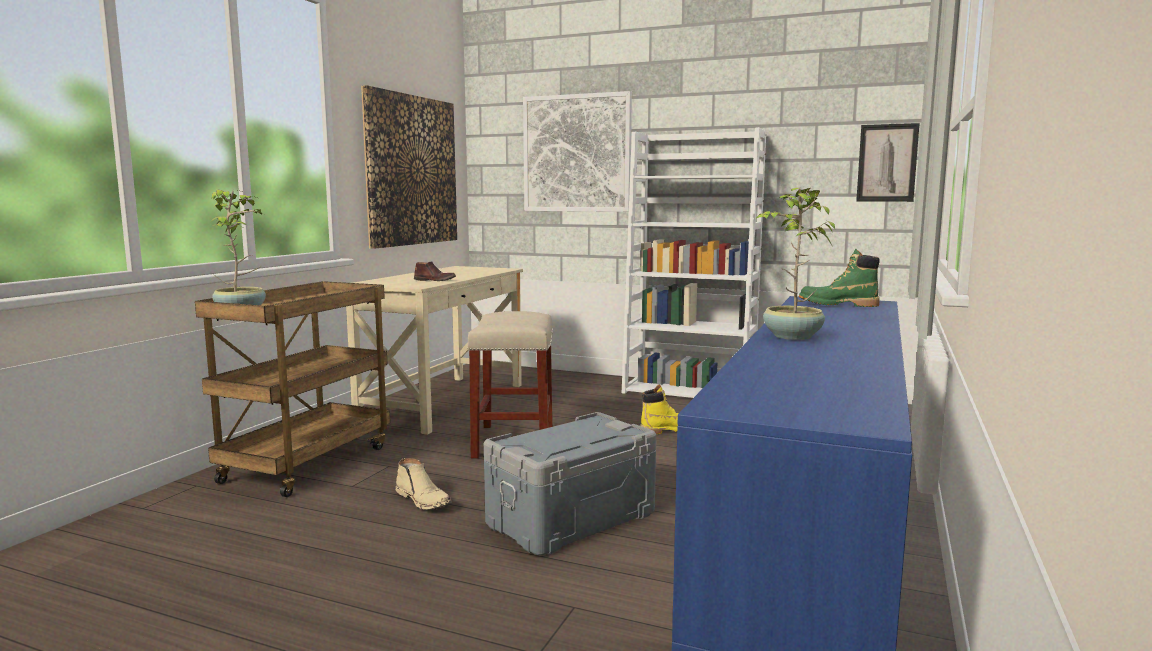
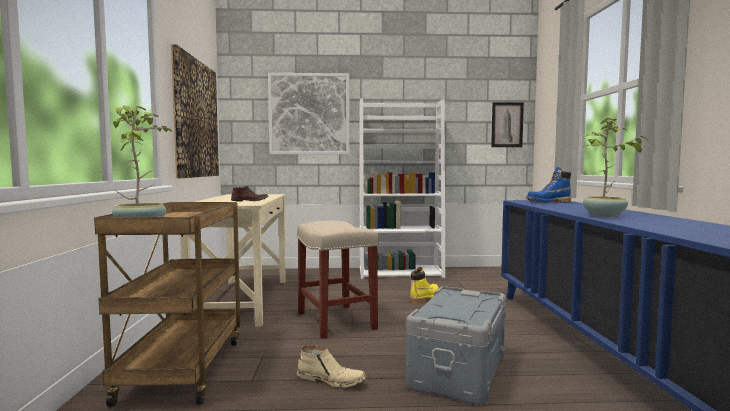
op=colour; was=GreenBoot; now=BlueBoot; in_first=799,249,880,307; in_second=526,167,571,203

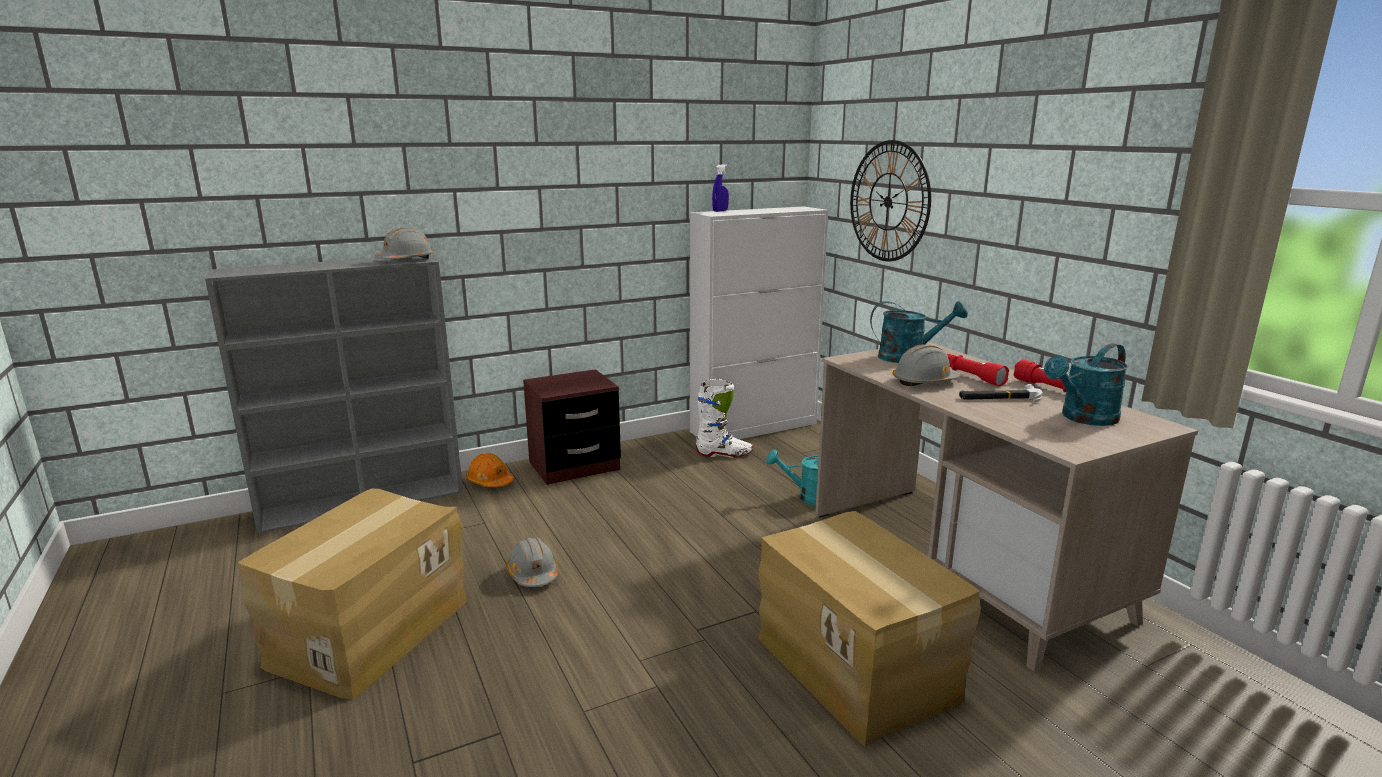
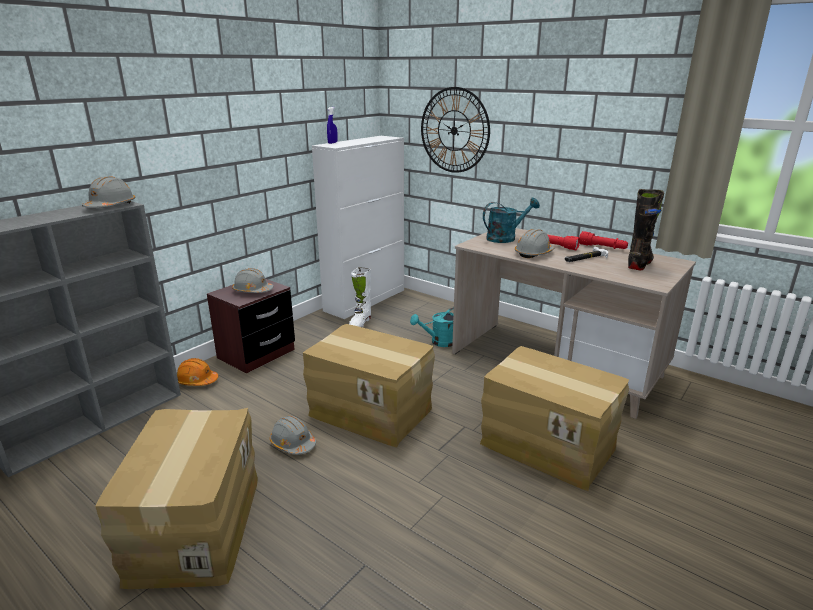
op=appeared; now=GreyHardHat; in_second=232,268,274,293
op=appeared; now=CardboardBox; in_second=303,324,435,447
op=spun; was=WhiteBoot; in_first=696,379,753,458; in_second=349,268,371,327; clockwise=135
op=exchanged; was=TurquoiseWateringCan; now=BlackBoot; in_first=1044,343,1128,426; in_second=628,189,664,270

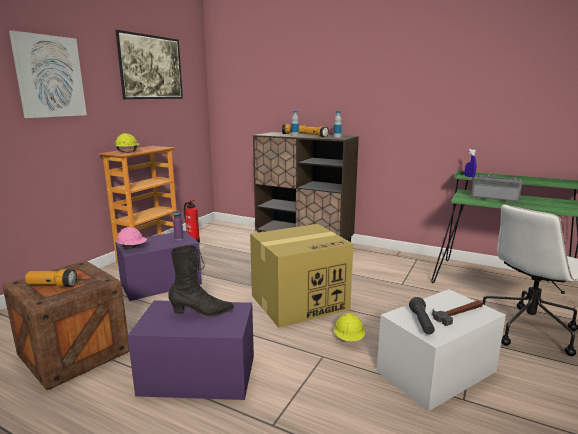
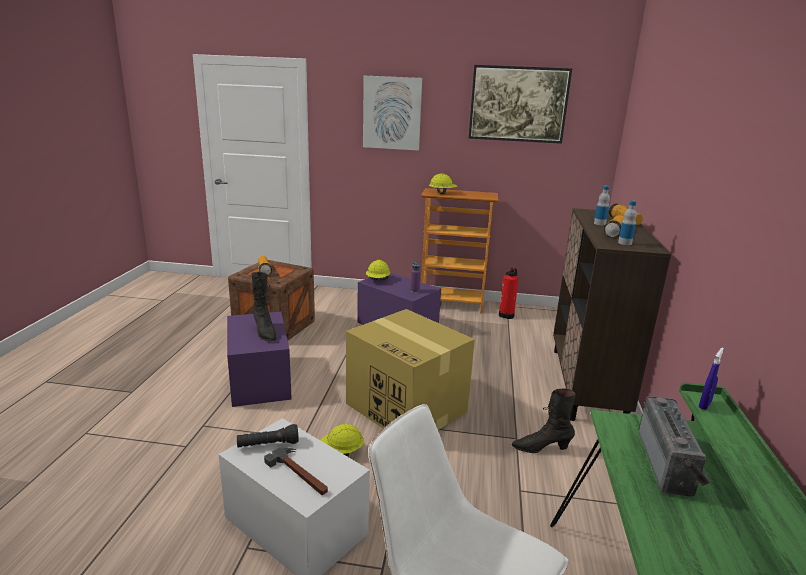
op=colour; was=PinkHardHat; now=YellowHardHat; in_first=116,227,147,249; in_second=366,260,390,280
op=appeared; now=BlackBoot; in_second=511,388,576,453

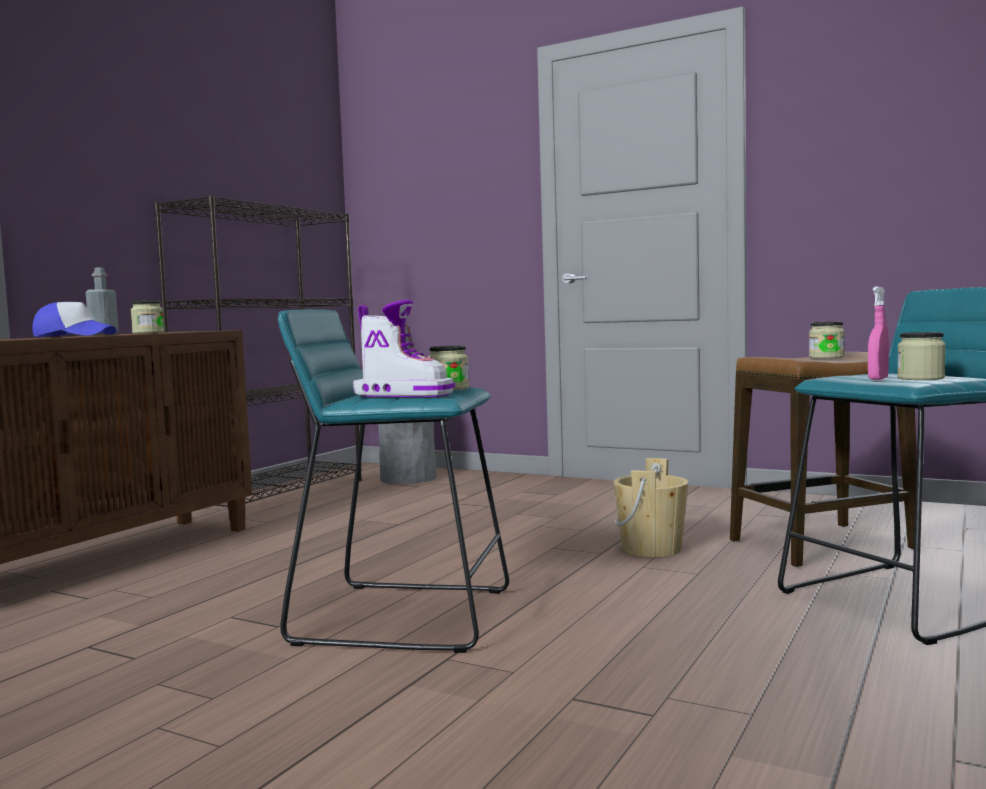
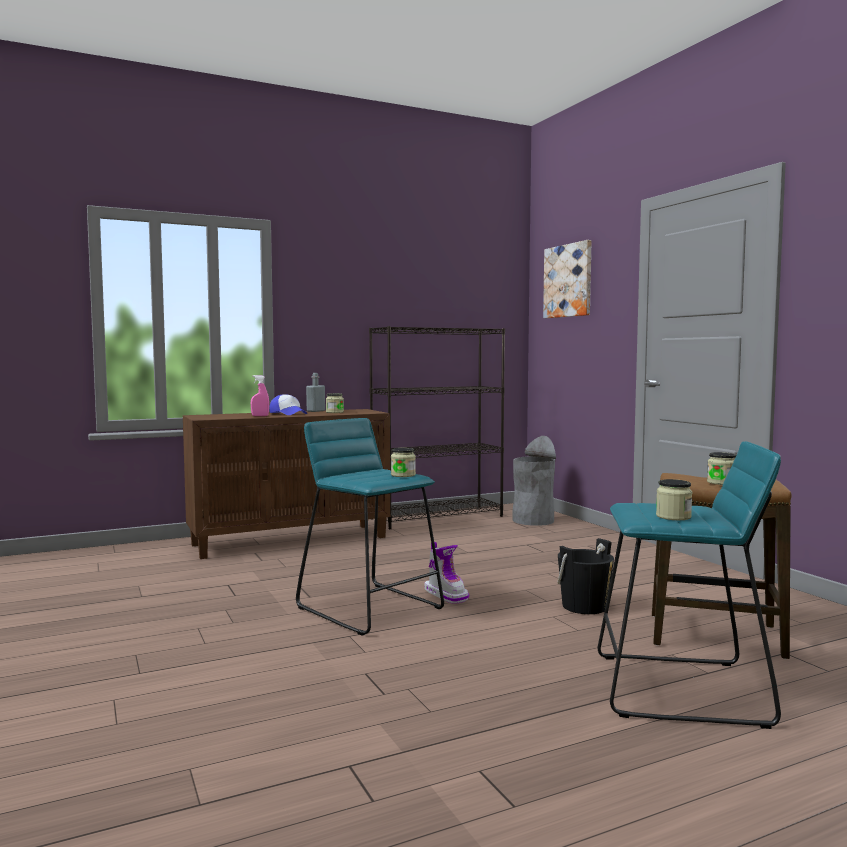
op=relocated; was=PinkSprayBottle; in_first=868,286,889,380; in_second=251,375,269,416
op=relocated; was=Boot; in_first=353,300,455,397; in_second=424,542,469,604
op=appeared; now=Picture; in_second=543,240,591,318
op=colour; was=BeigeBucket; now=BlackBucket; in_first=613,458,688,557; in_second=558,538,614,614

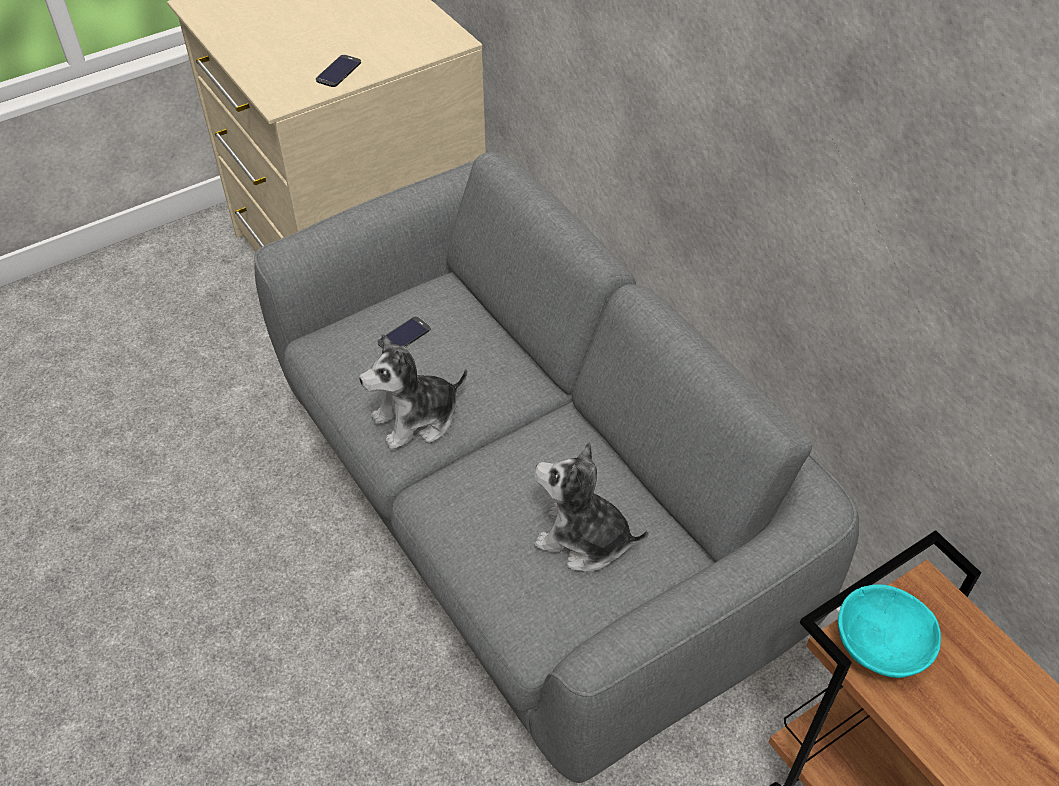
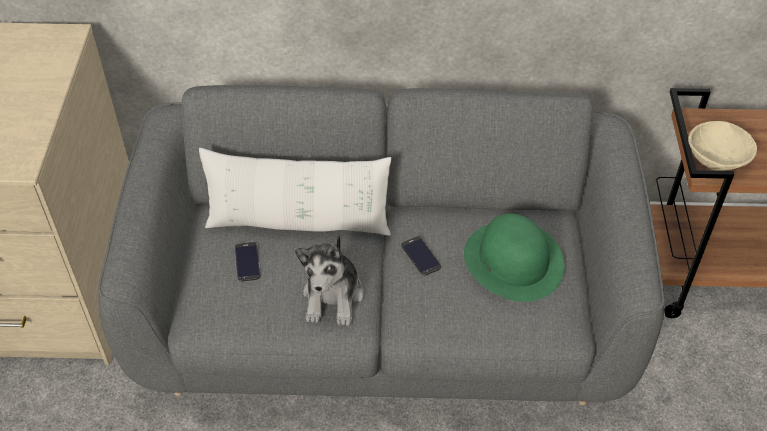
op=appeared; now=WhitePillow; in_second=199,148,391,236
op=relocated; was=Phone; in_first=316,55,361,87; in_second=401,236,441,276
op=exchanged; was=PlushToy; now=GreenHat; in_first=534,441,649,571; in_second=464,213,564,302
op=colour; was=TurquoiseBowl; now=BeigeBowl; in_first=838,584,941,678; in_second=688,121,757,171

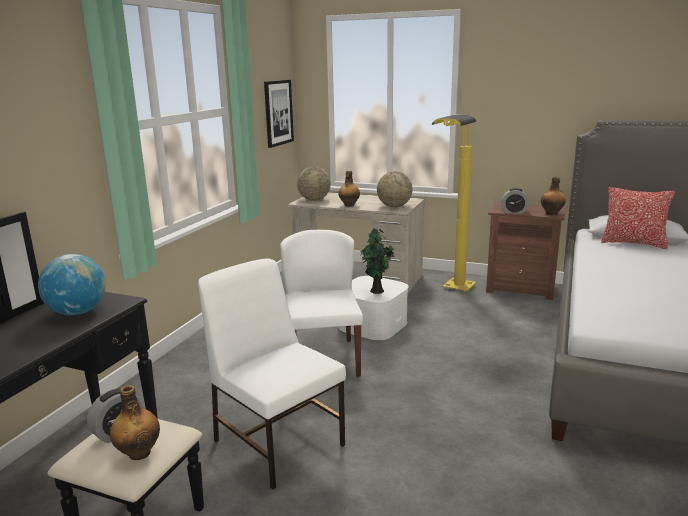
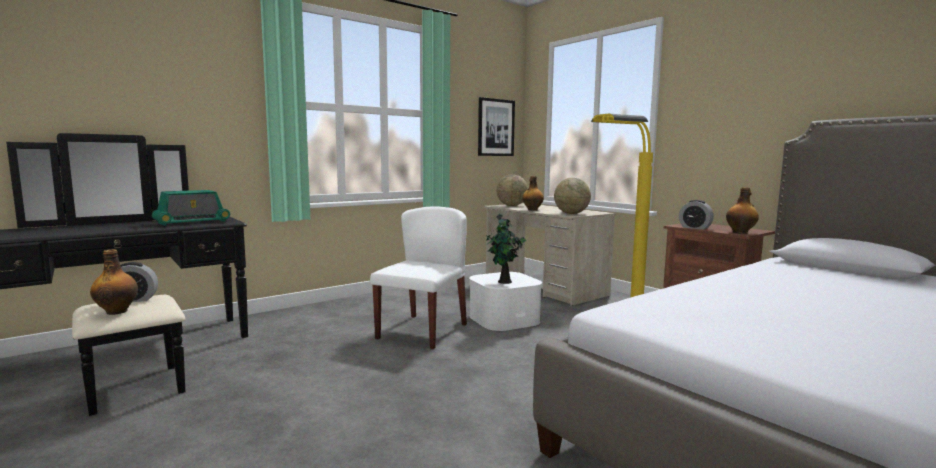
op=exchanged; was=Globe; now=Radio; in_first=38,254,106,315; in_second=152,190,230,226
op=missing; was=WhiteChair; in_first=198,258,346,489
op=missing; was=Pillow; in_first=601,187,675,249

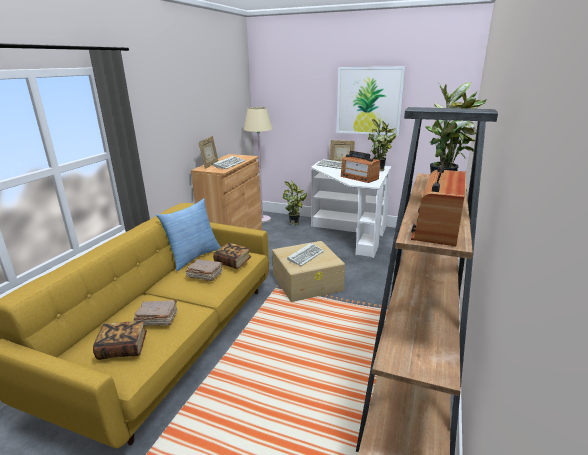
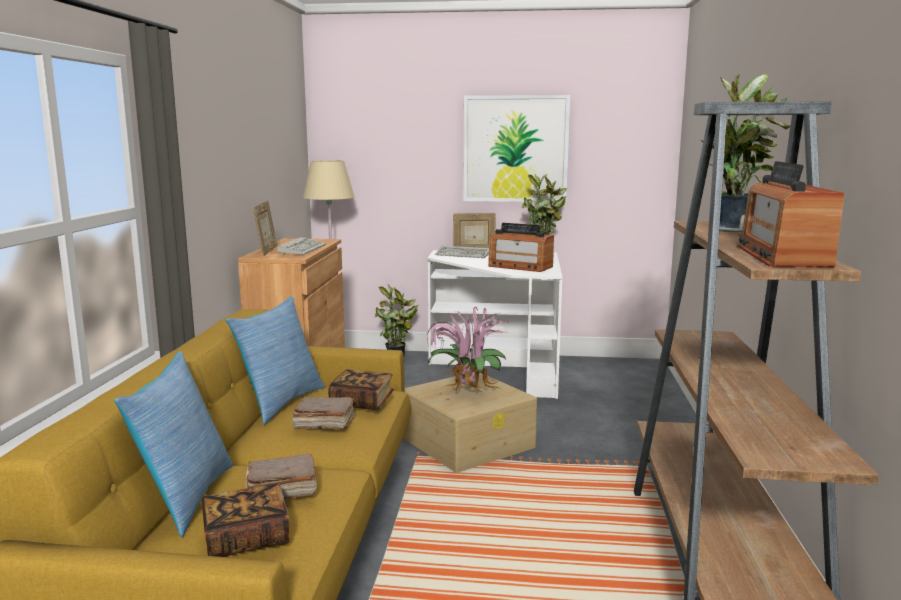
op=appeared; now=Pillow; in_second=114,351,233,537
op=exchanged; was=Keyboard; now=PottedPlant; in_first=287,243,324,266; in_second=427,307,510,393

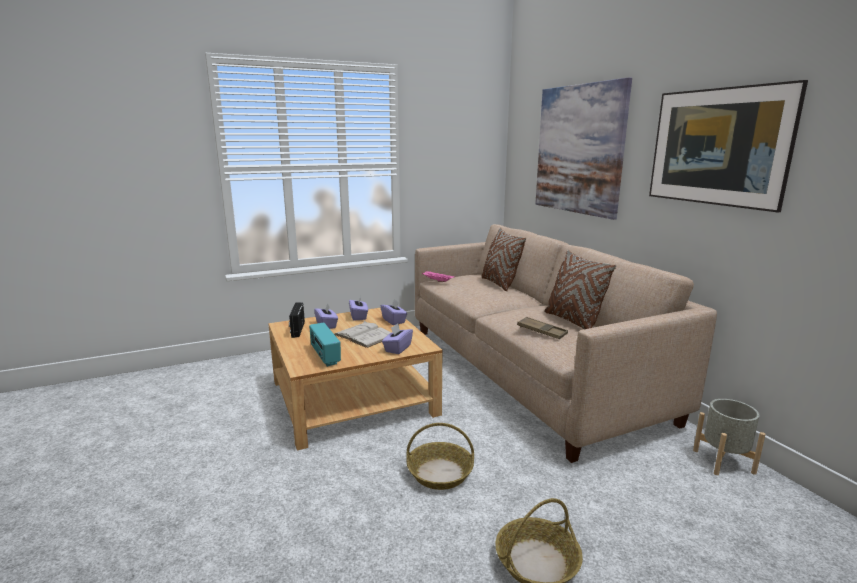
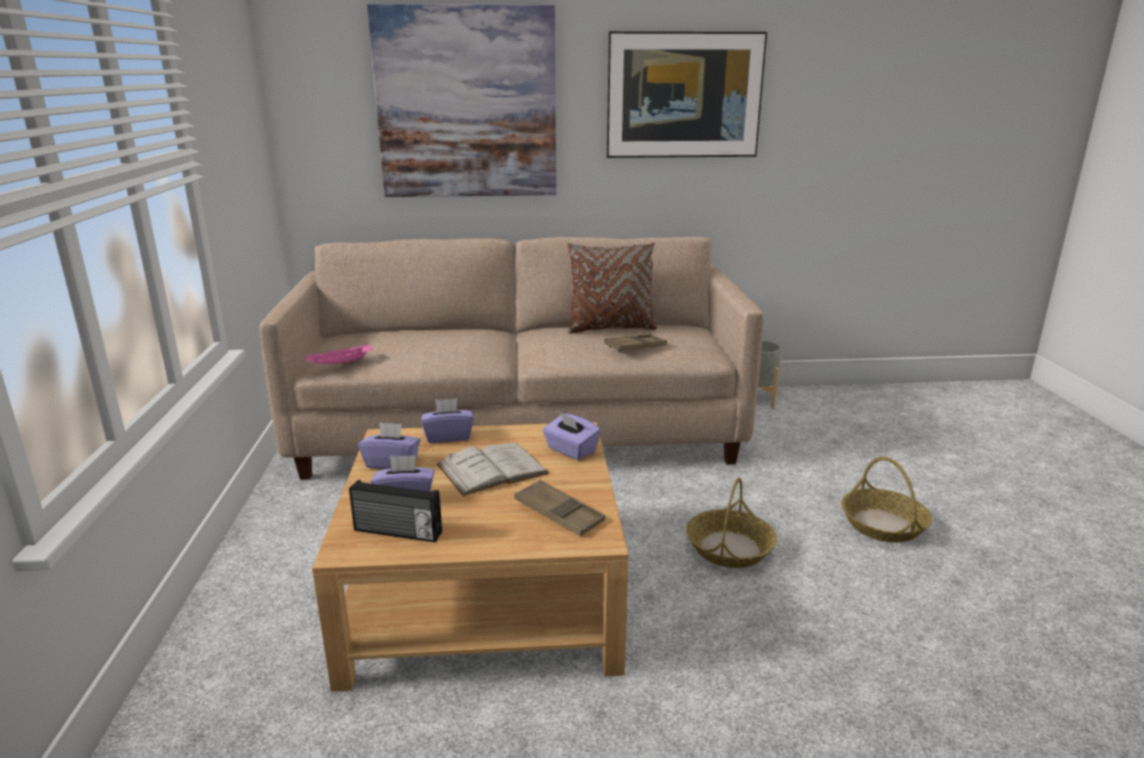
op=exchanged; was=Radio; now=BrownTray; in_first=309,323,341,367; in_second=514,479,605,536
op=missing; was=BrownPillow; in_first=482,228,526,291

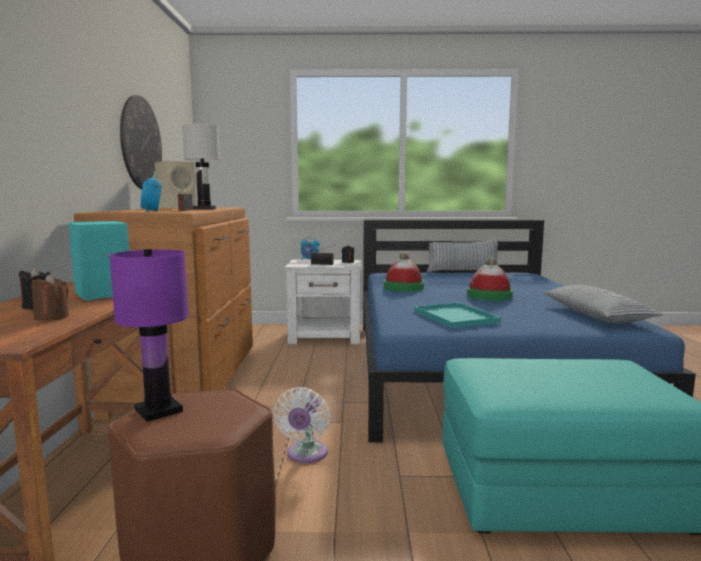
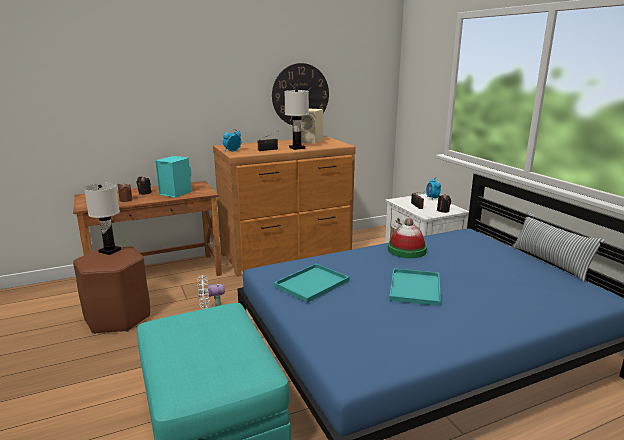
op=colour; was=PurpleTableLamp; now=WhiteTableLamp; in_first=109,249,189,422; in_second=84,183,121,255
op=exchanged; was=Hat; now=TurquoiseTray; in_first=467,257,513,301; in_second=389,268,441,306
op=missing; was=Pillow; in_first=543,285,663,323

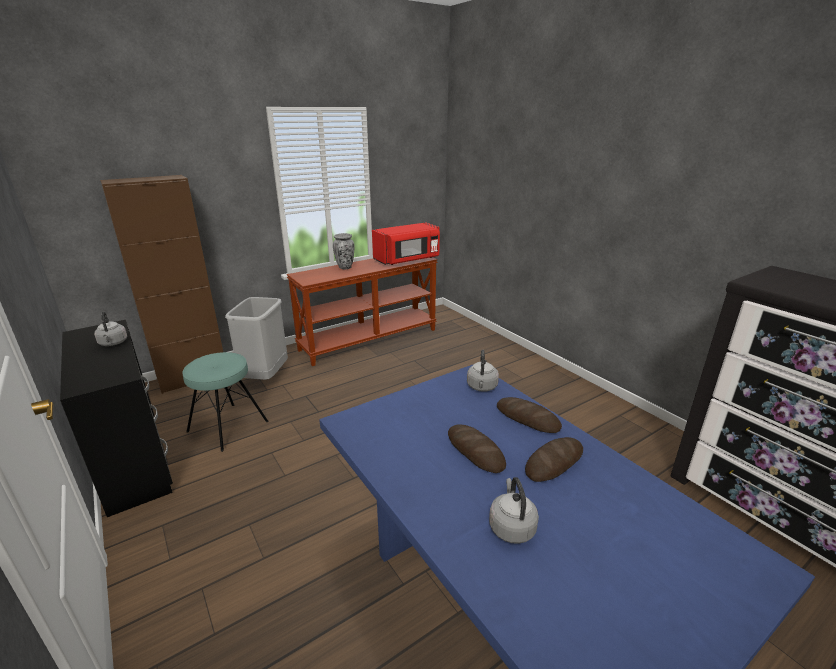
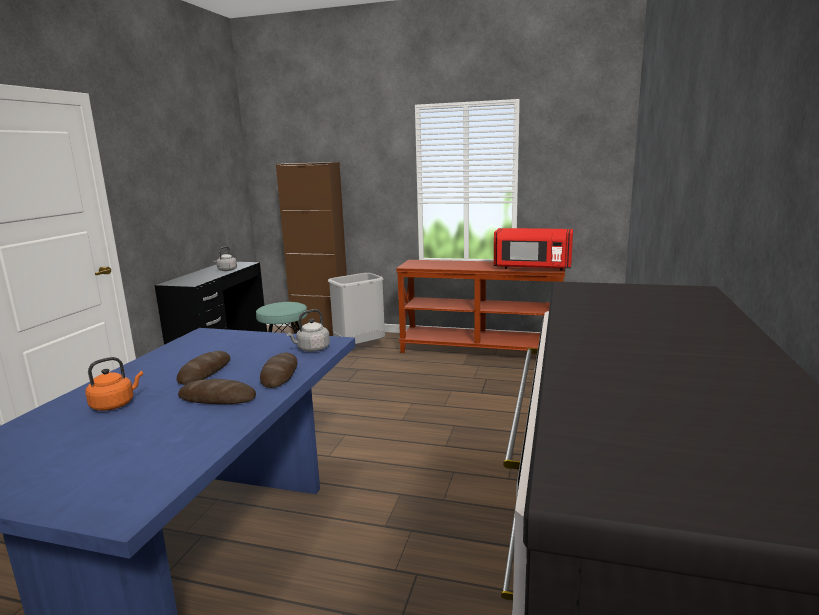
op=colour; was=GreyKettle; now=OrangeKettle; in_first=489,477,539,544; in_second=85,357,143,411
op=missing; was=Vase; in_first=333,233,354,269

